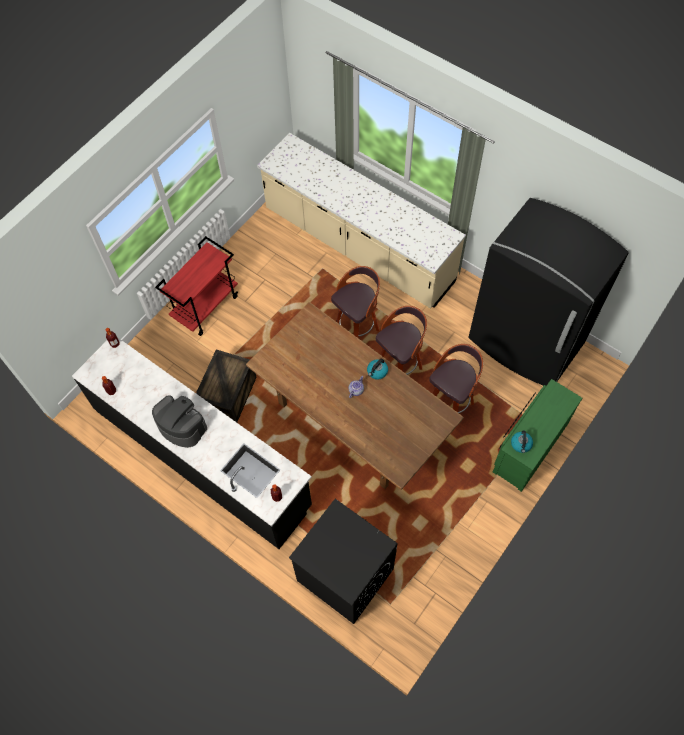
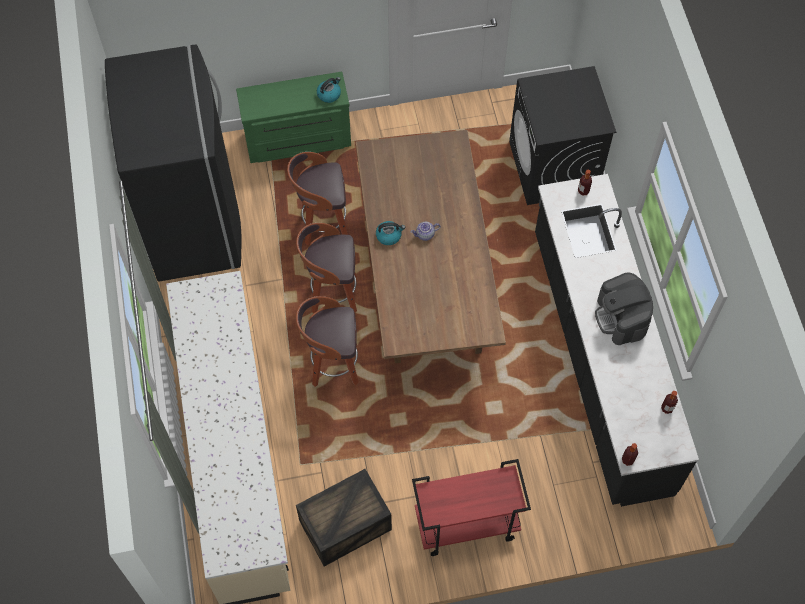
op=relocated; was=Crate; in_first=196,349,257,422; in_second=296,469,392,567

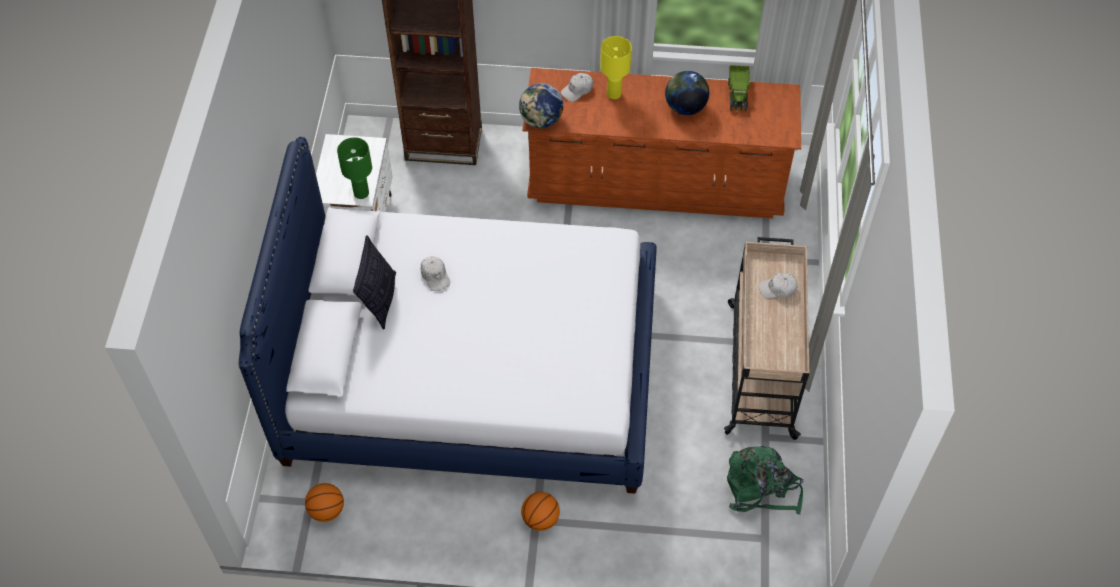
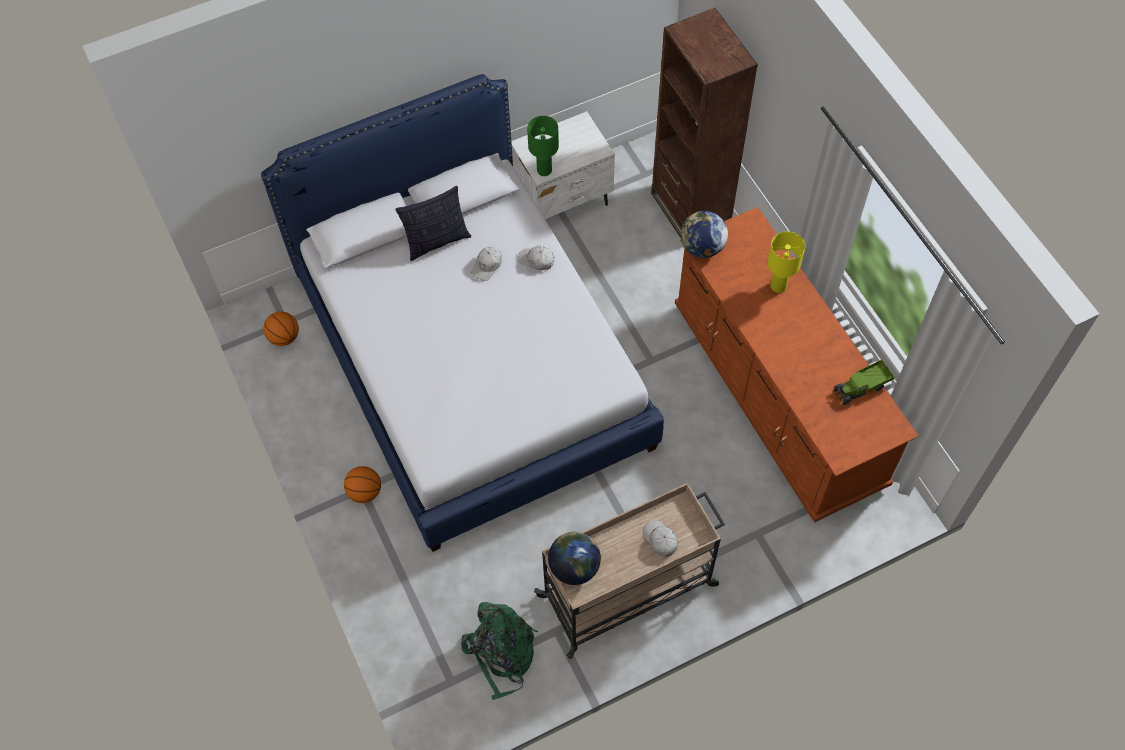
op=relocated; was=WhiteCap; in_first=561,73,593,102; in_second=518,245,554,270
op=relocated; was=Globe; in_first=665,71,709,115; in_second=548,532,601,585

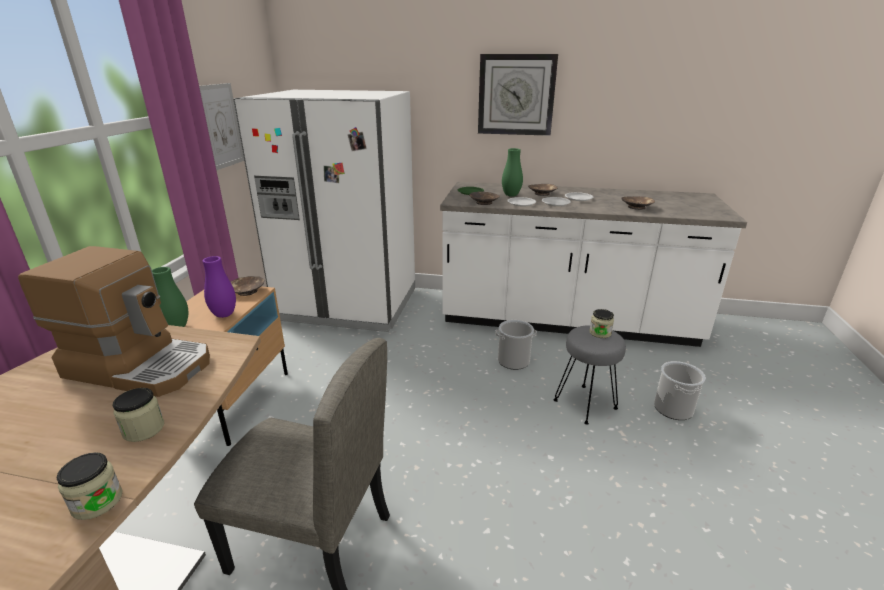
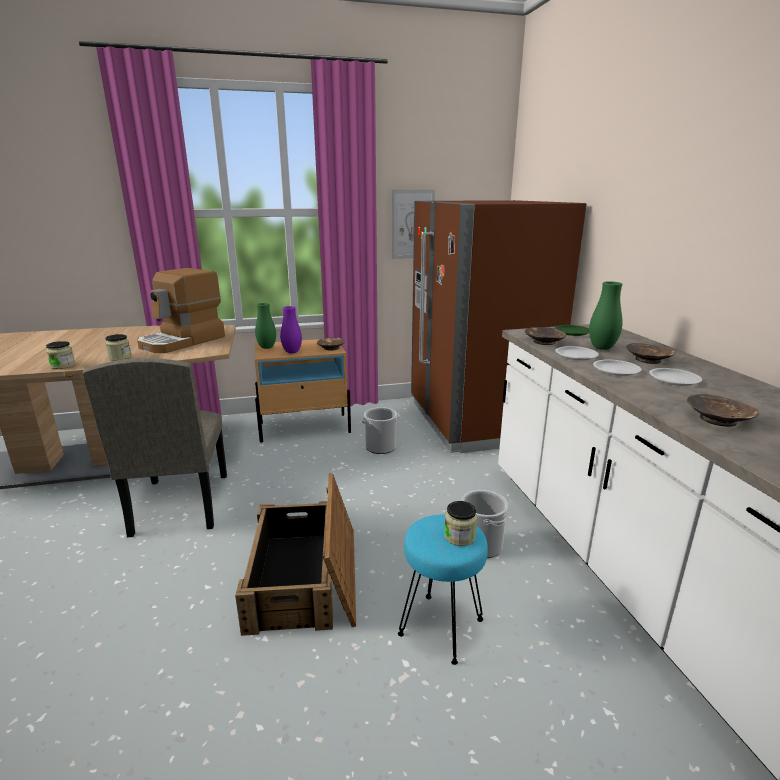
op=spun; was=CoffeeMachine; in_first=18,246,210,397; in_second=137,268,225,353; clockwise=45
op=appeared; now=Crate; in_second=235,473,356,636
op=relocated; was=Bucket; in_first=654,361,706,420; in_second=361,407,400,454
op=colour; was=GreyStool; now=TurquoiseStool; in_first=554,325,626,424; in_second=398,515,488,665
op=colour; was=WhiteFridge; now=BrownFridge; in_first=233,90,415,332; in_second=411,200,586,453
op=missing; was=WallClock; in_first=478,54,558,136

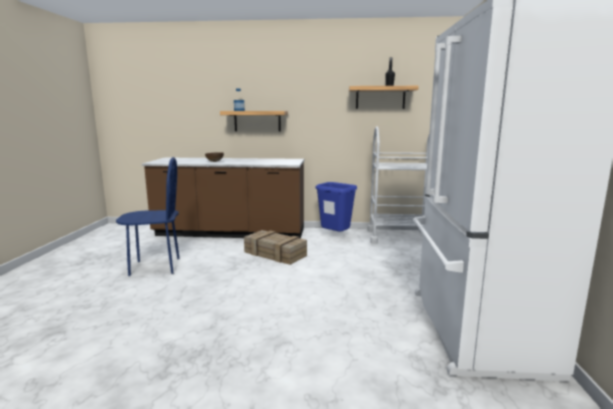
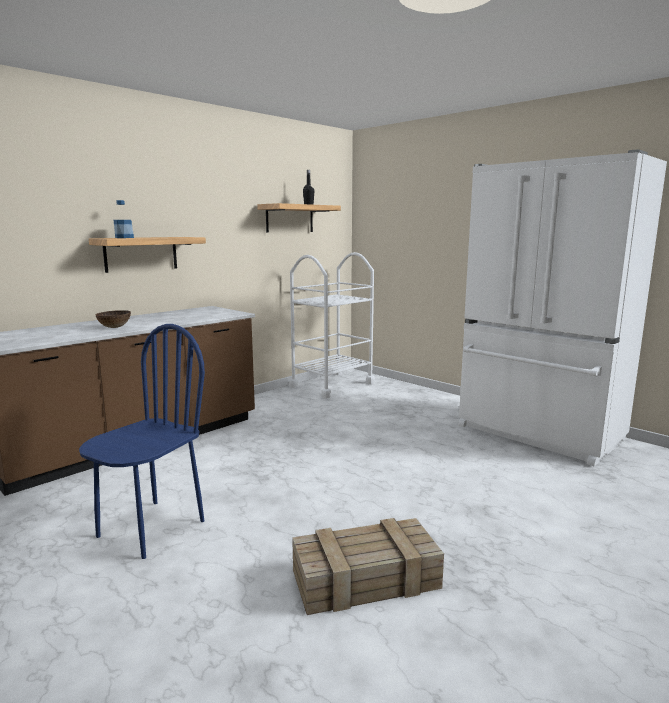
op=relocated; was=Crate; in_first=244,230,307,265; in_second=292,518,444,615
op=missing; was=BlueTrashCan; in_first=315,182,357,232

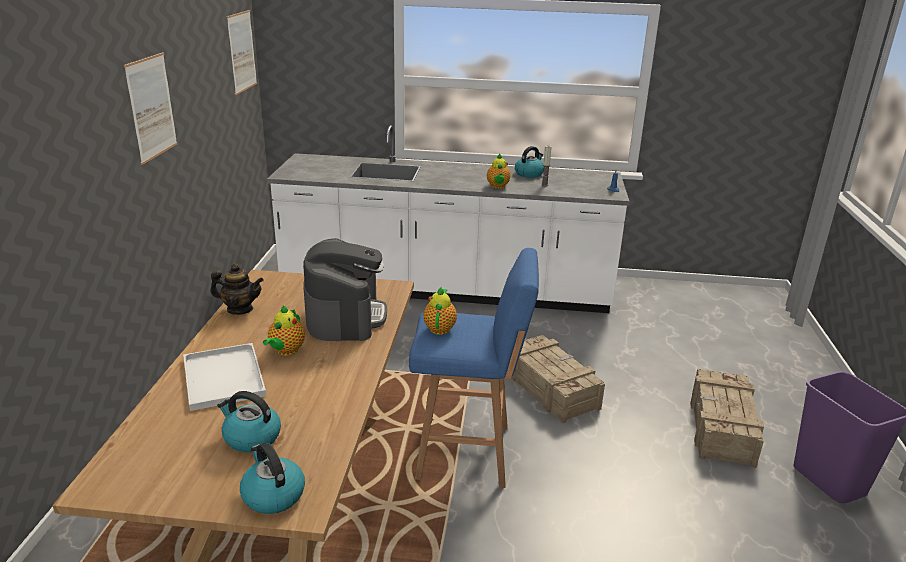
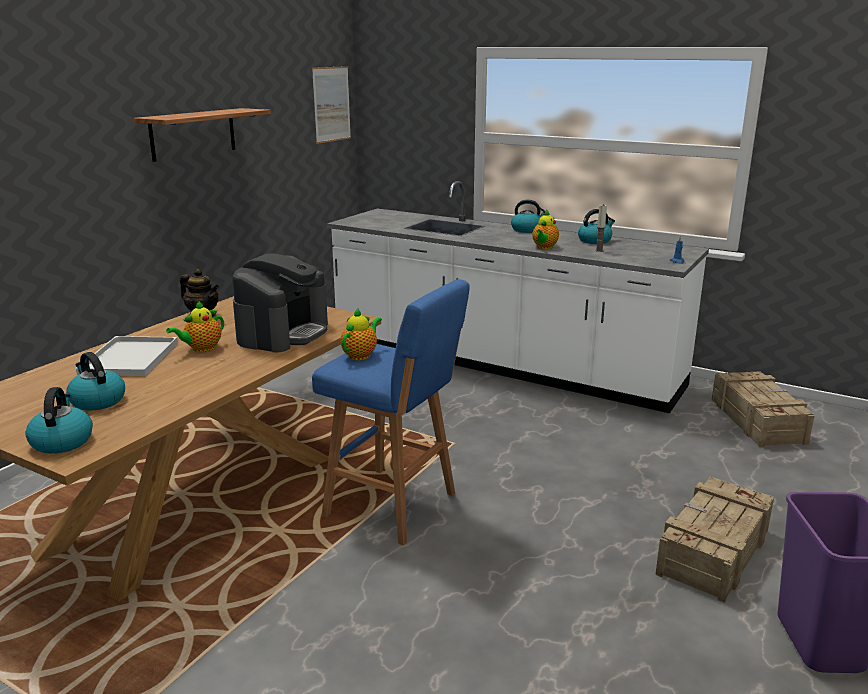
op=exchanged; was=Picture; now=Shelf; in_first=124,52,177,165; in_second=133,108,271,162
op=appeared; now=Kettle; in_second=511,200,546,233
op=relocated; was=Crate; in_first=511,335,605,424; in_second=712,371,814,447

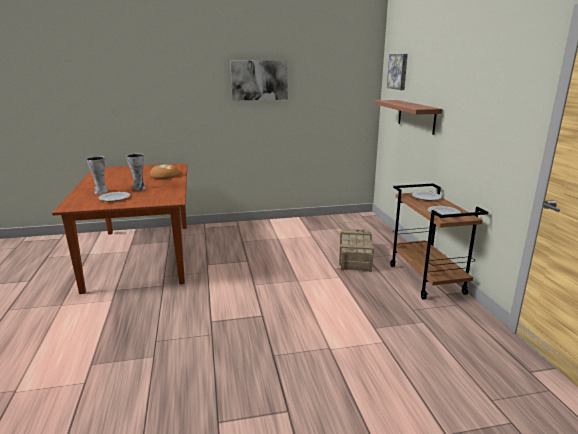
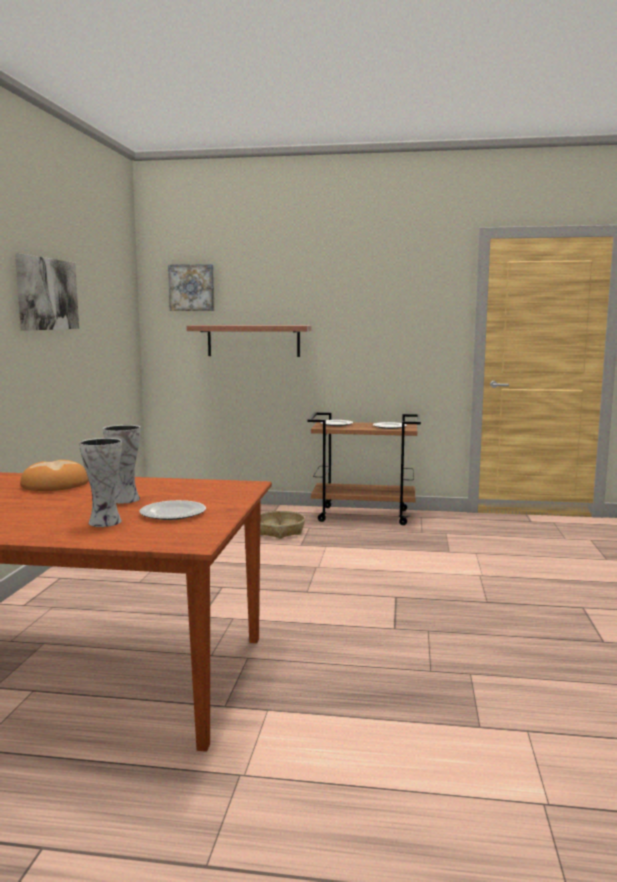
op=exchanged; was=Crate; now=Basket; in_first=339,228,374,272; in_second=260,511,305,538

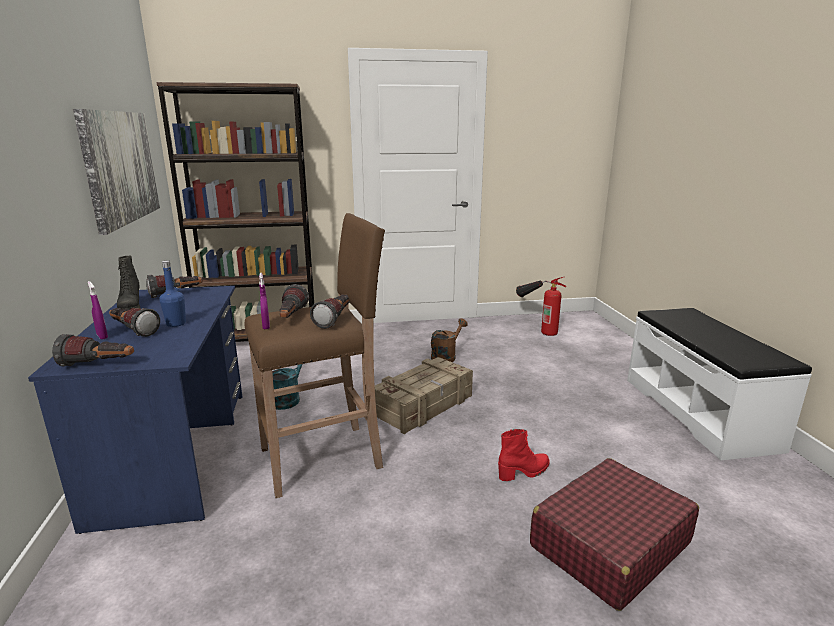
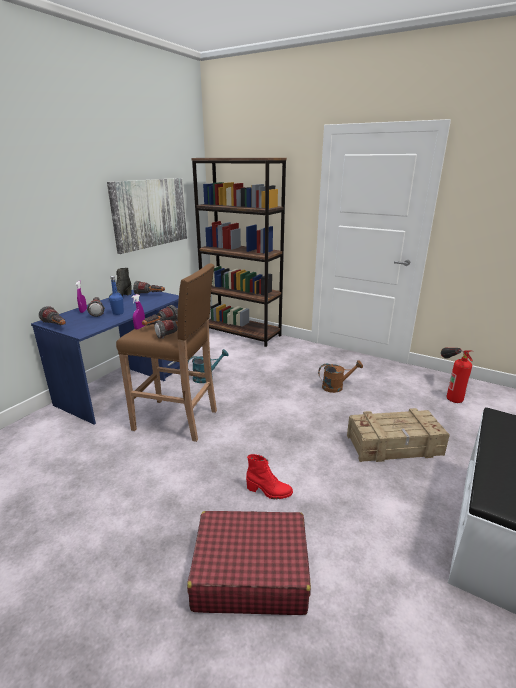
op=relocated; was=Crate; in_first=375,357,473,434; in_second=347,408,450,462

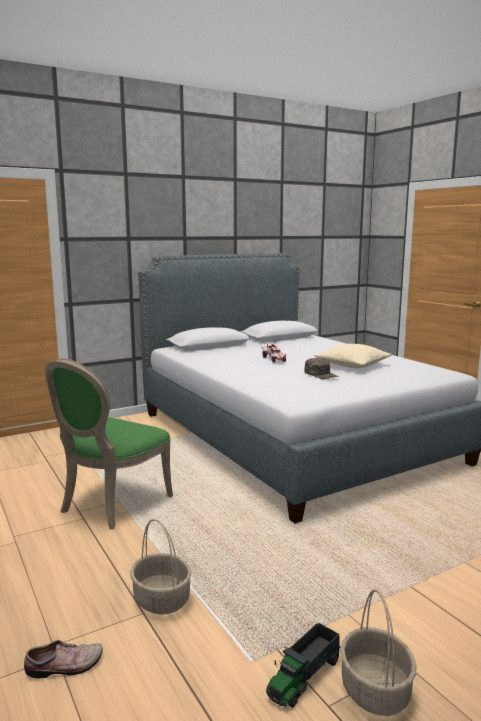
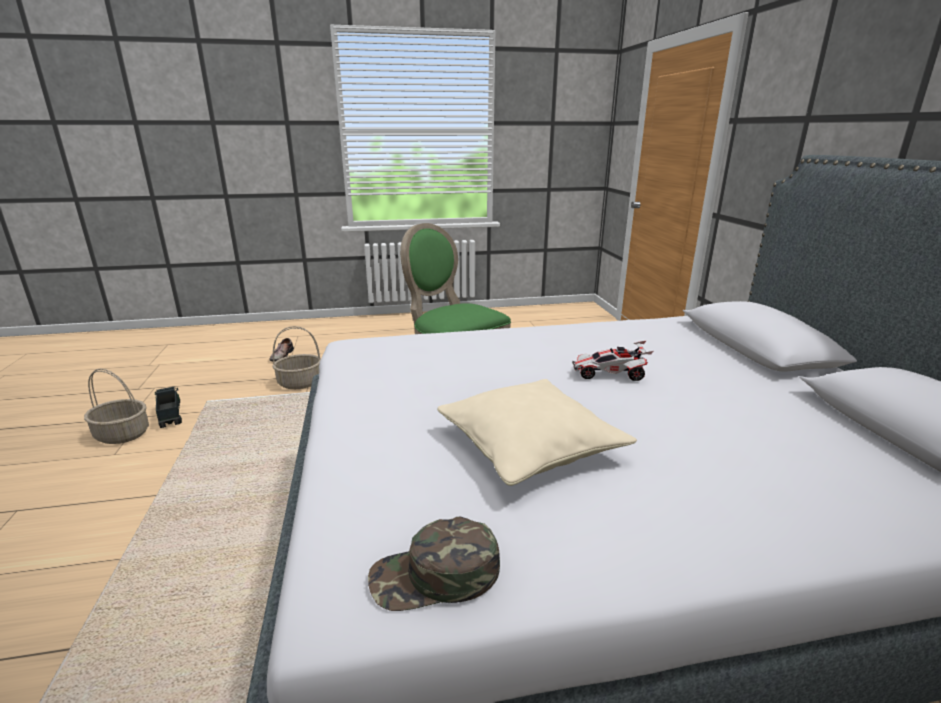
op=relocated; was=GreenCap; in_first=304,358,339,379; in_second=368,516,500,611

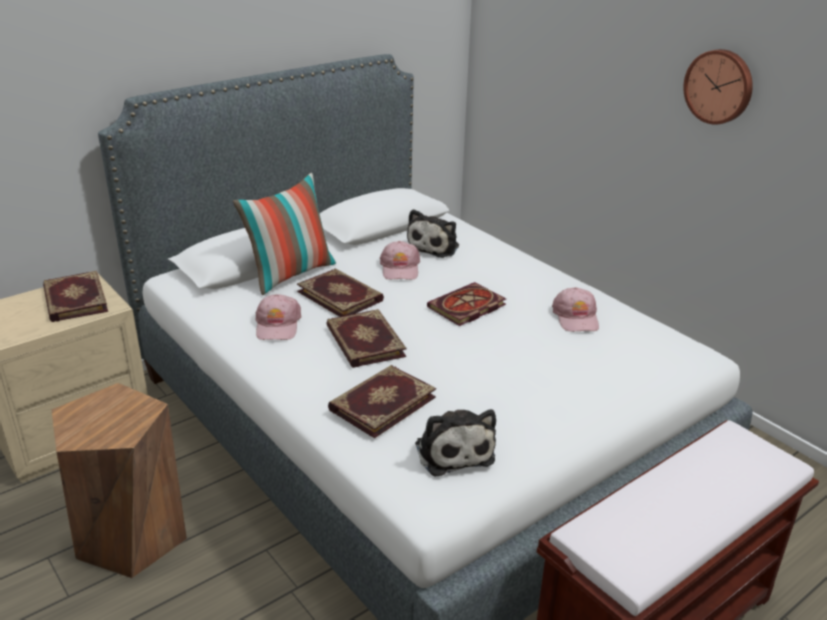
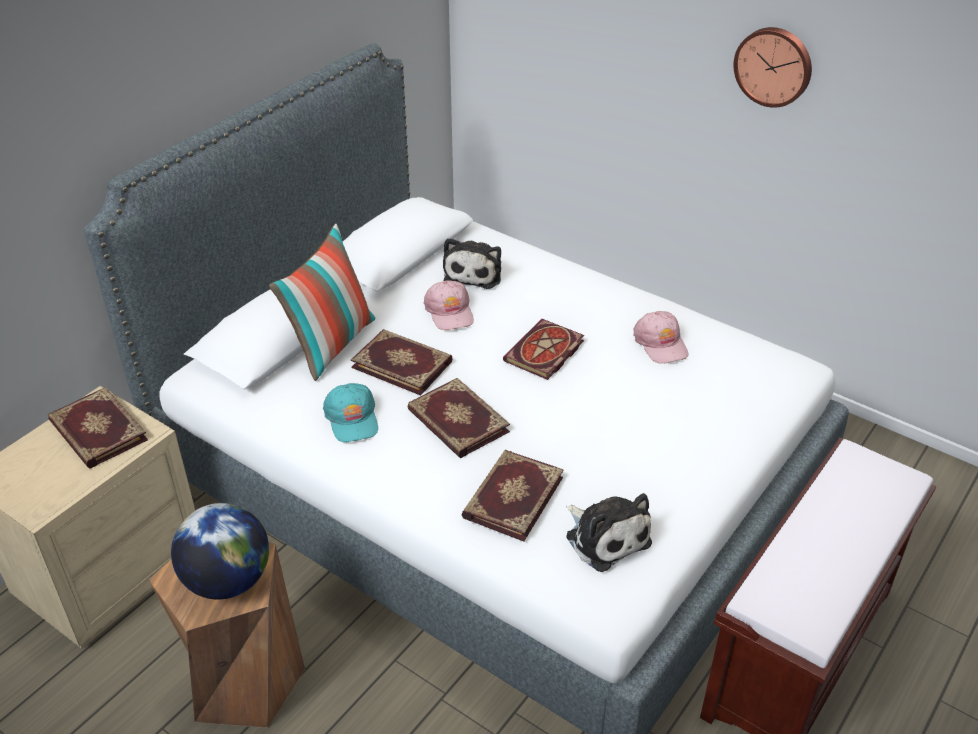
op=appeared; now=Globe; in_second=171,503,269,600
op=colour; was=PinkCap; now=TurquoiseCap; in_first=255,294,301,340; in_second=323,383,378,442

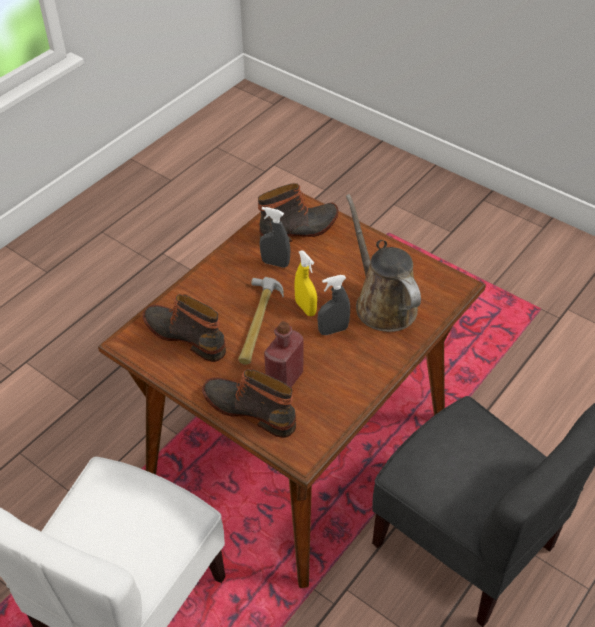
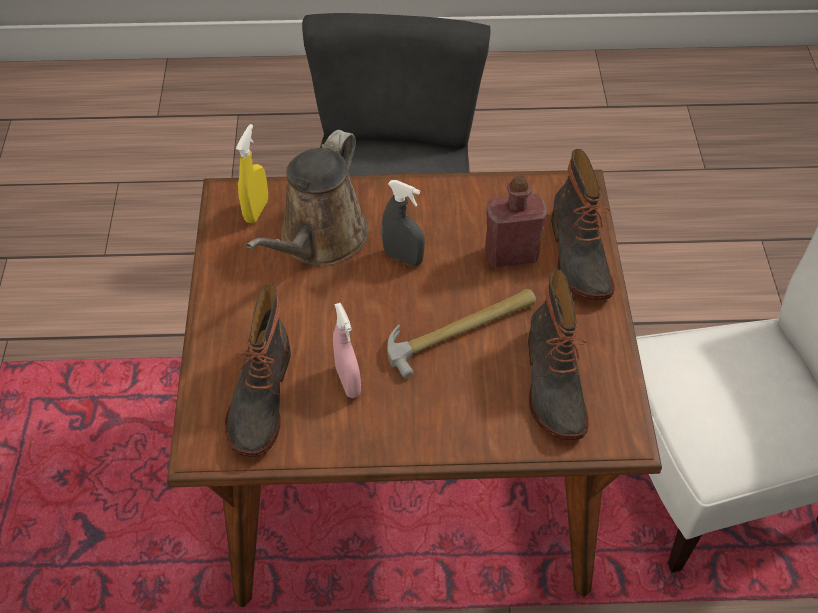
op=spun; was=Boot; in_first=258,183,338,242; in_second=225,284,291,457; clockwise=-105
op=relocated; was=YellowSprayBottle; in_first=294,250,317,316; in_second=236,124,268,223
op=colour; was=GreySprayBottle; now=PinkSprayBottle; in_first=259,207,290,268; in_second=333,303,361,398

